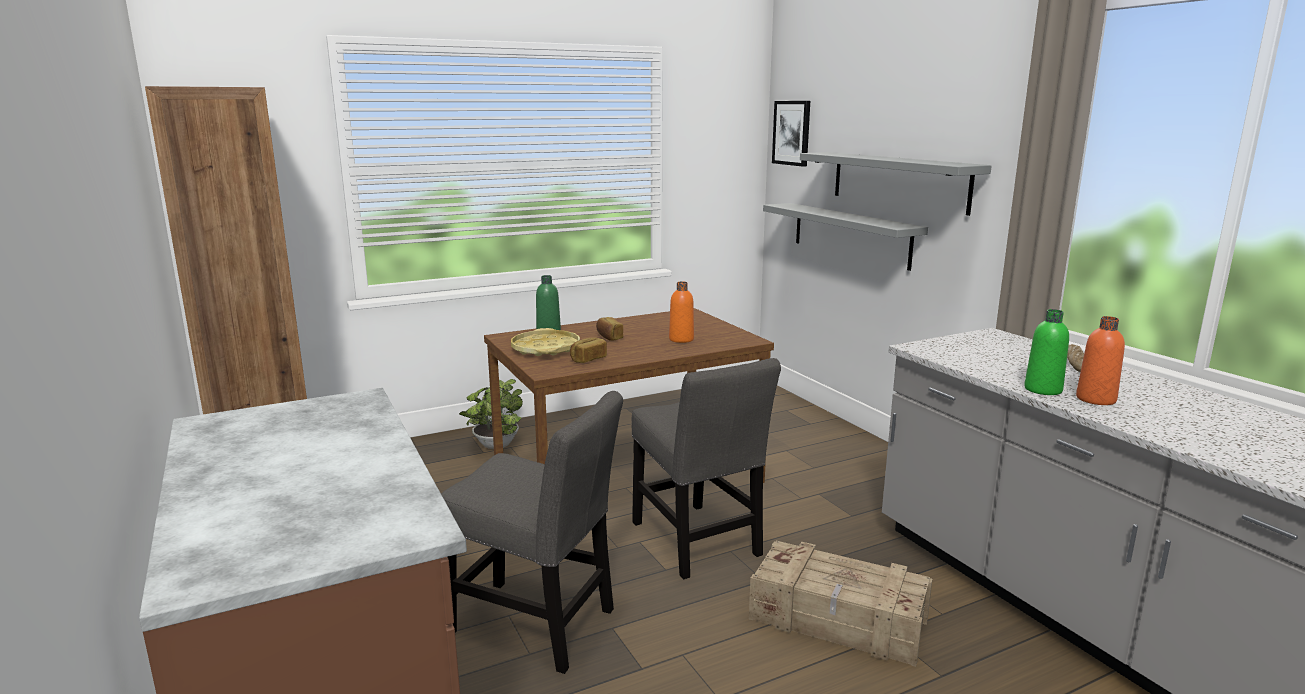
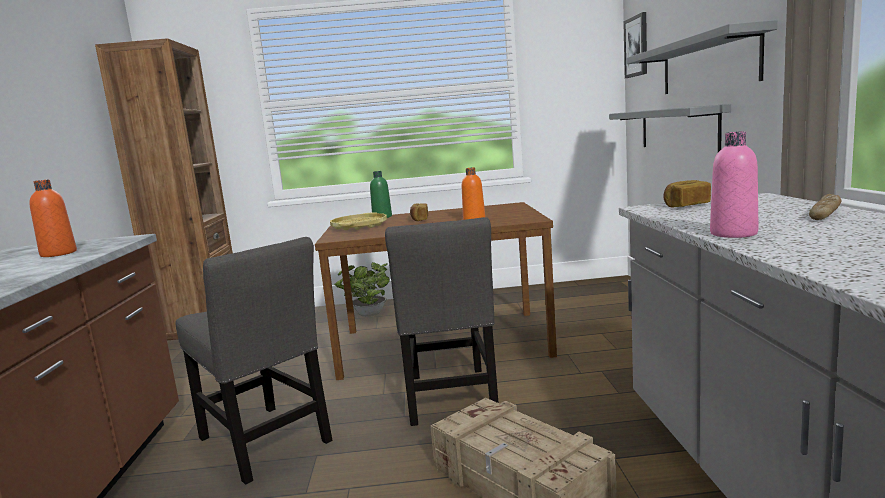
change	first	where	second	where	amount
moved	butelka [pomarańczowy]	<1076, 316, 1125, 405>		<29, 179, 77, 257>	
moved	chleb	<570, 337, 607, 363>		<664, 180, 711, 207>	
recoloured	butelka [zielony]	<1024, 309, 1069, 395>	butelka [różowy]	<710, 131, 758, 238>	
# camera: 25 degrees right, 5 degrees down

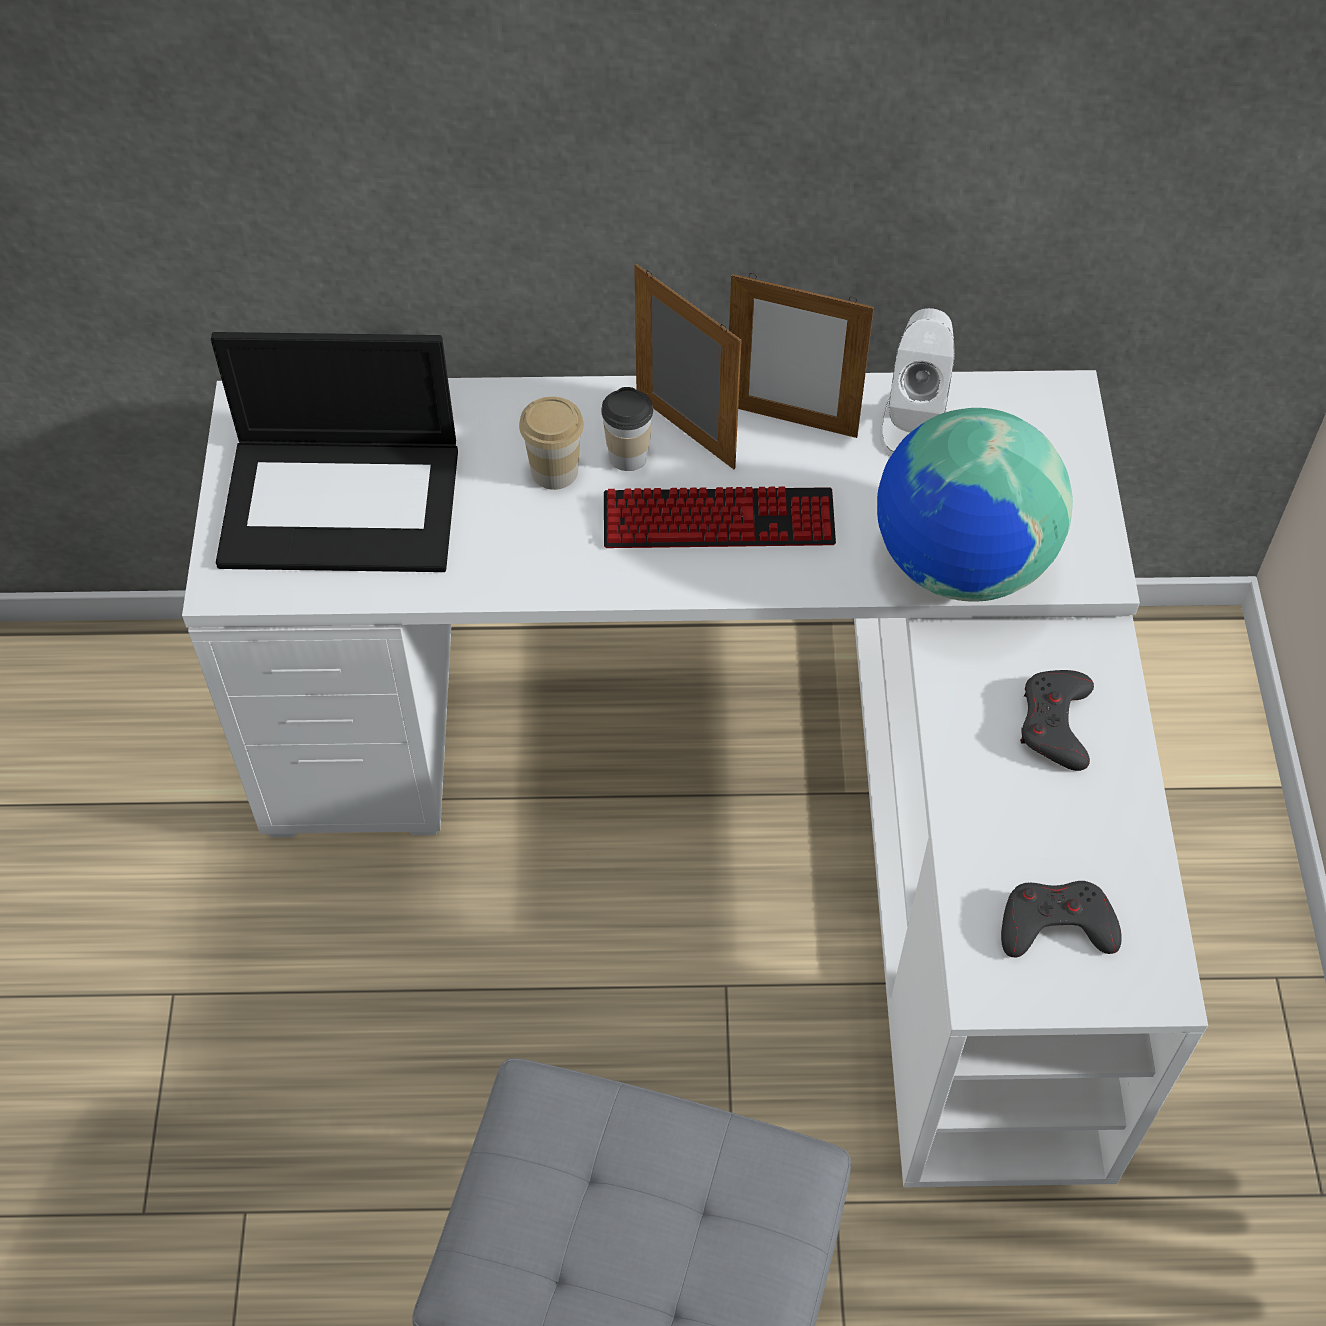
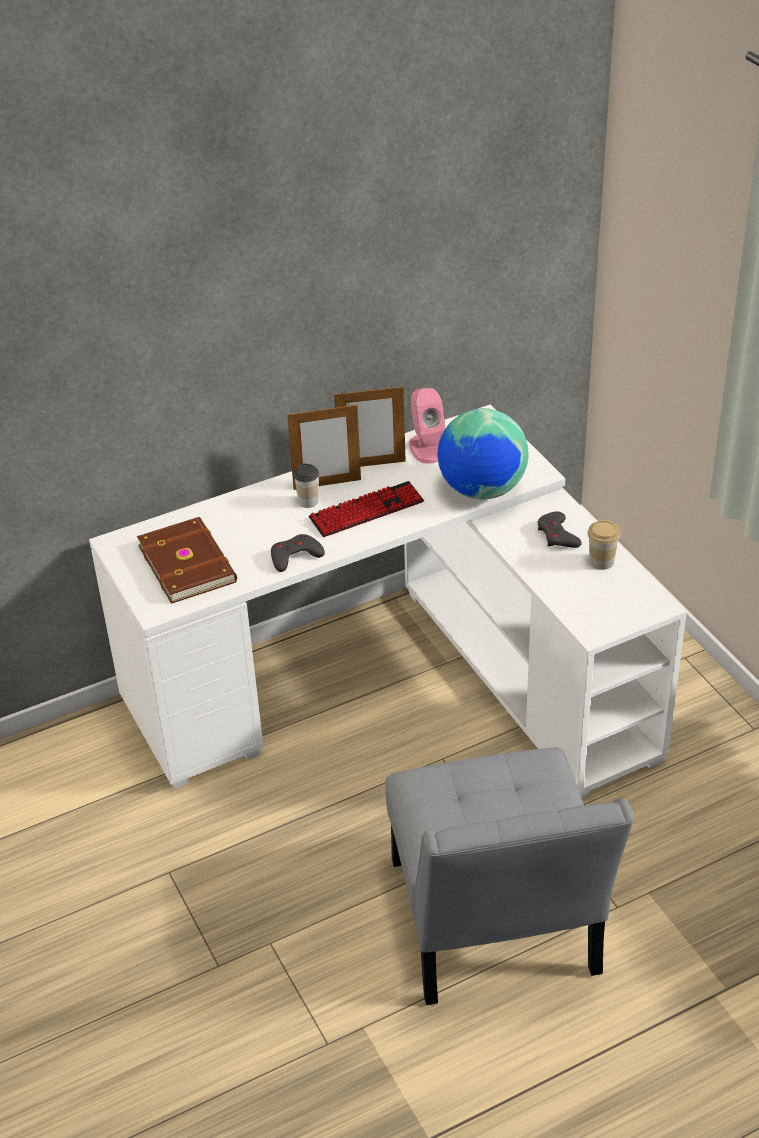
change	first	where	second	where	amount
replaced	laptop	<211, 332, 458, 572>	książka [brązowy]	<137, 517, 237, 604>	
moved	pad do gier [szary]	<1001, 881, 1122, 957>		<271, 534, 325, 572>	
turned	ramka na zdjęcie	<634, 264, 742, 469>		<287, 403, 361, 490>	150 degrees clockwise
recoloured	głośnik [biały]	<879, 308, 955, 457>	głośnik [różowy]	<409, 388, 446, 464>	
moved	filiżanka	<519, 397, 584, 490>		<587, 520, 621, 570>	
# camera: 25 degrees left, 15 degrees down

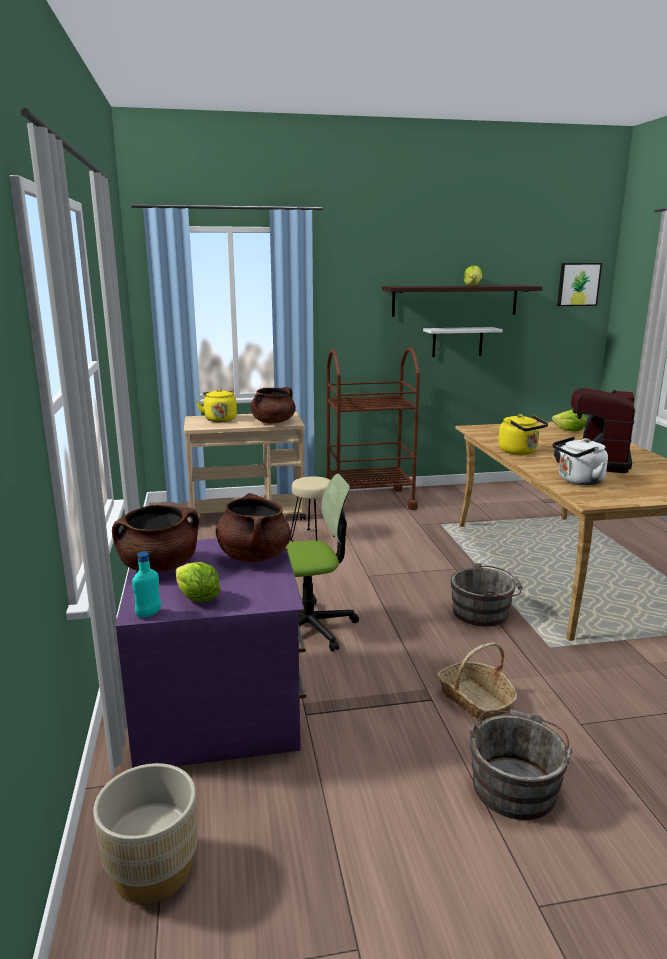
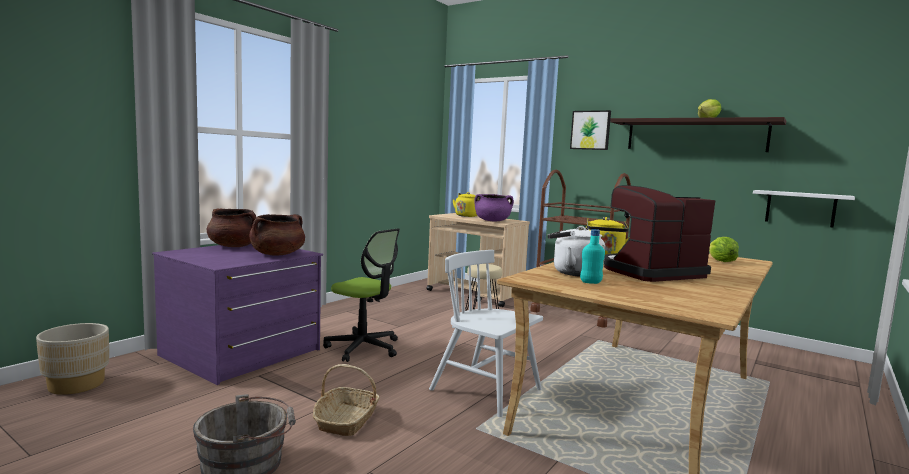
change	first	where	second	where	amount
replaced	wiadro [szary]	<451, 563, 523, 626>	krzesło [biały]	<429, 250, 543, 417>	
recoloured	garnek [brązowy]	<250, 387, 296, 424>	garnek [fioletowy]	<474, 194, 514, 221>	
moved	obraz	<557, 263, 602, 306>		<570, 110, 611, 150>	
moved	butelka [turkusowy]	<132, 552, 161, 618>		<580, 229, 605, 284>	
moved	półka [biały]	<423, 327, 503, 357>		<753, 190, 855, 227>	
removed	sałata	<176, 562, 220, 603>			
# camera: 45 degrees right, 10 degrees down

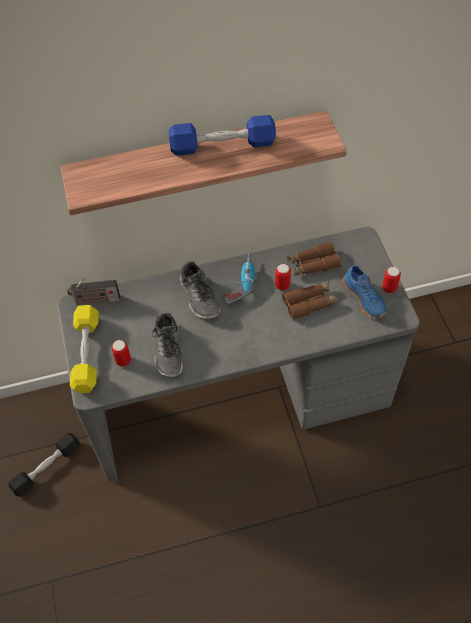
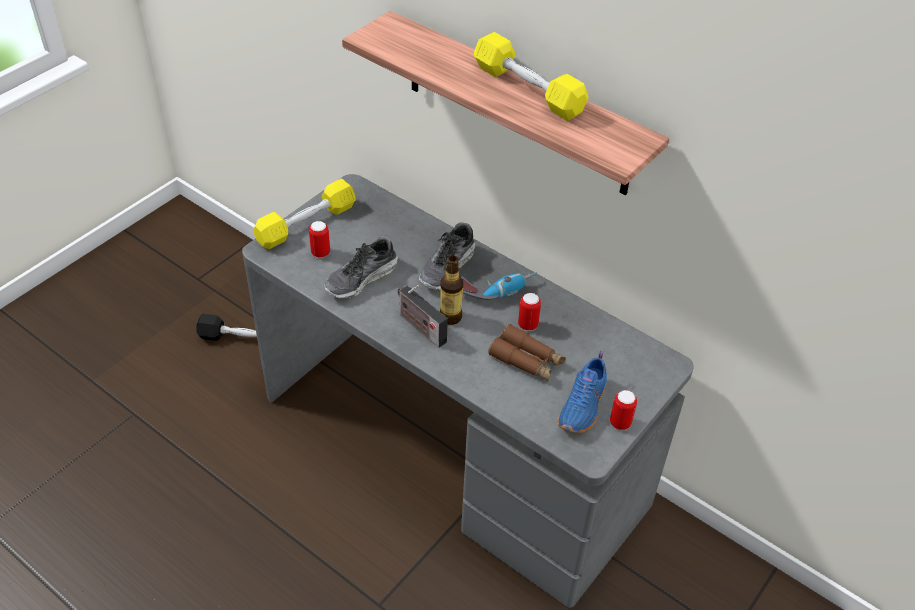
change	first	where	second	where	amount
moved	radio	<67, 277, 120, 306>		<398, 285, 448, 348>	
added			butelka	<440, 255, 463, 325>	
recoloured	hantel [niebieski]	<168, 115, 276, 156>	hantel [żółty]	<474, 32, 588, 121>	
removed	lornetka [brązowy]	<287, 242, 341, 276>			
# camera: 50 degrees right, 10 degrees down

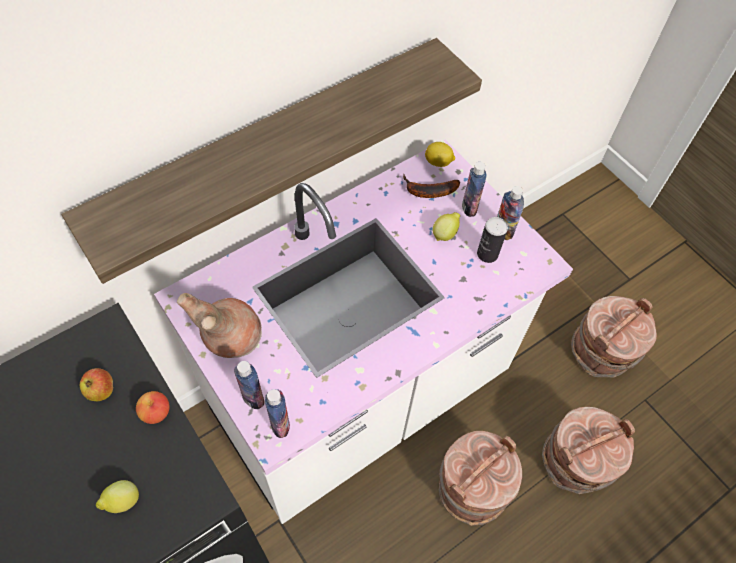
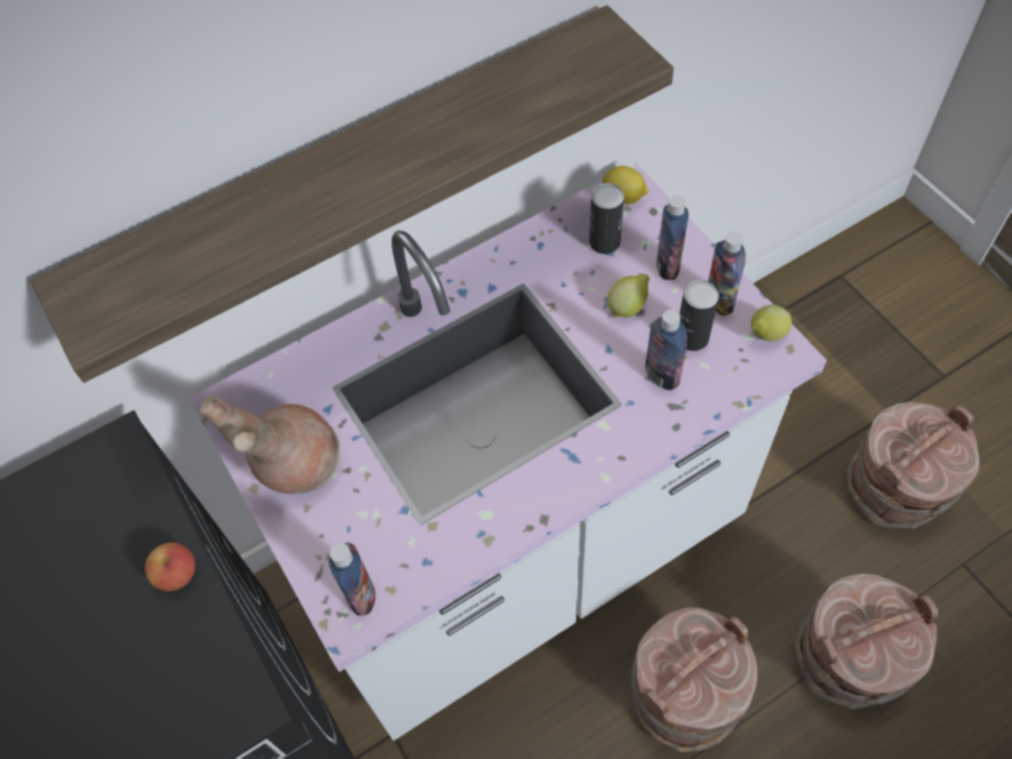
change	first	where	second	where	amount
replaced	banan	<403, 175, 460, 198>	puszka	<589, 183, 624, 254>	
moved	butelka	<234, 361, 264, 409>		<645, 309, 687, 390>	
moved	cytryna	<96, 480, 139, 513>		<751, 305, 792, 341>	
removed	jabłko	<79, 368, 113, 401>			
# camera: 10 degrees right, 0 degrees up

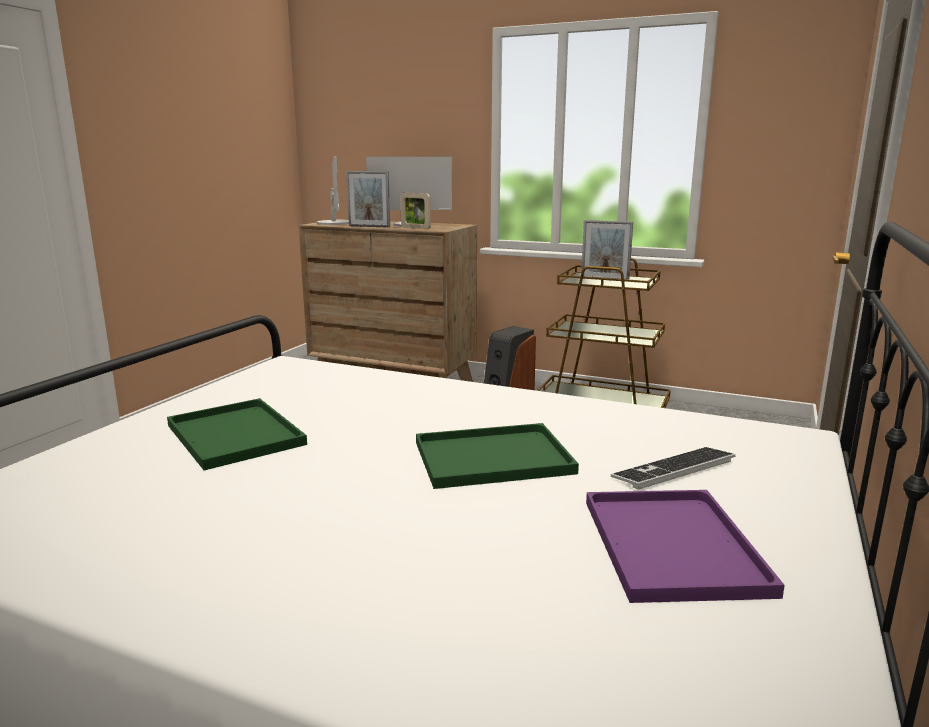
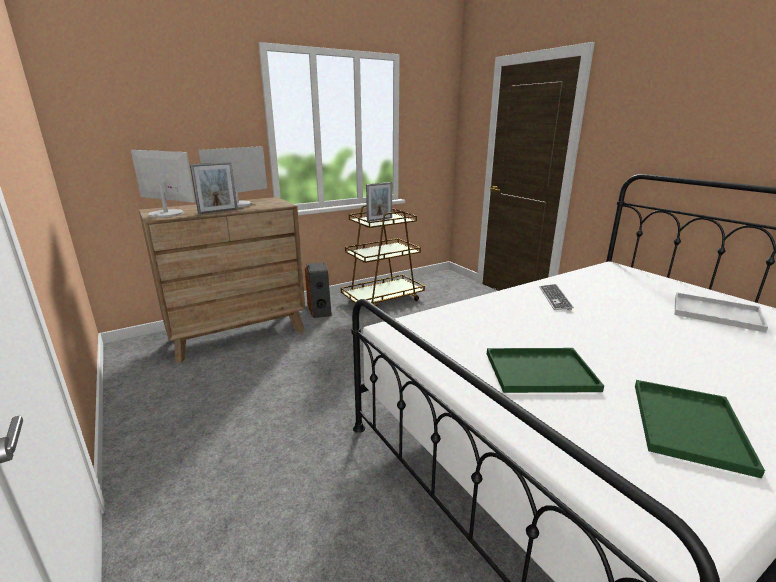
change	first	where	second	where	amount
moved	klawiatura	<611, 447, 735, 490>		<540, 284, 574, 310>	
moved	taca [zielony]	<416, 423, 579, 489>		<635, 380, 765, 478>	
recoloured	taca [fioletowy]	<586, 490, 785, 603>	taca [biały]	<674, 292, 768, 333>	
removed	ramka na zdjęcie	<400, 193, 431, 229>			
# camera: 55 degrees left, 5 degrees up

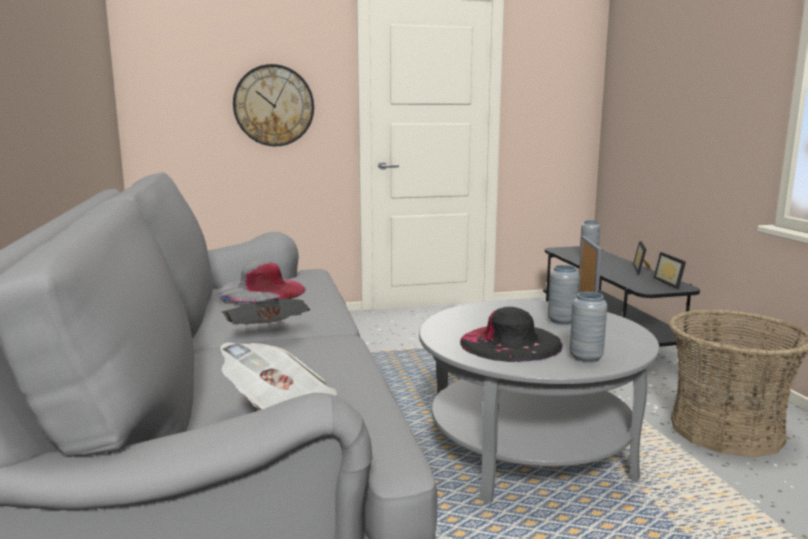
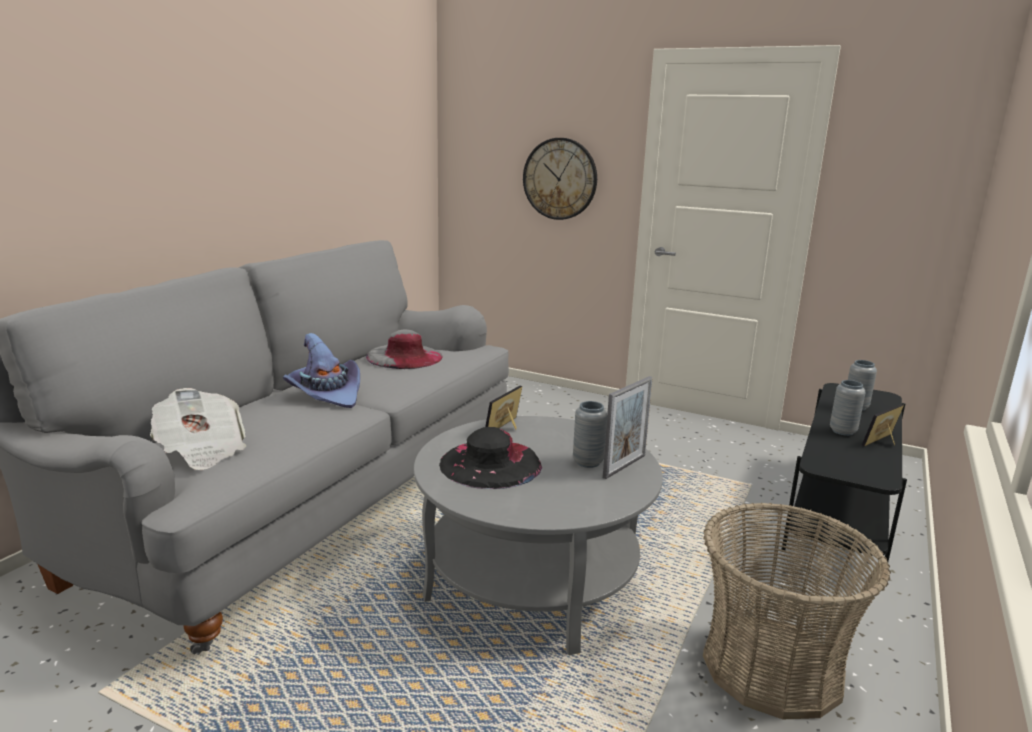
change	first	where	second	where	amount
replaced	gazeta	<222, 298, 310, 324>	kapelusz [fioletowy]	<283, 333, 360, 408>	
moved	ramka na zdjęcie	<654, 252, 686, 289>		<485, 385, 522, 430>	
moved	wazon [szary]	<569, 292, 607, 363>		<830, 380, 866, 436>	
# camera: 40 degrees right, 5 degrees up

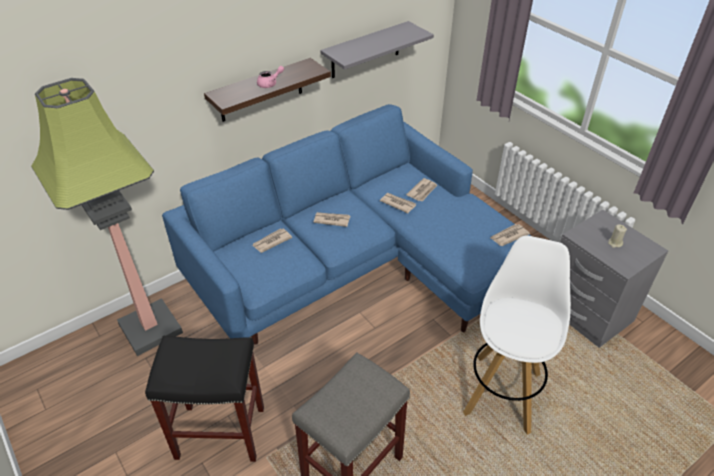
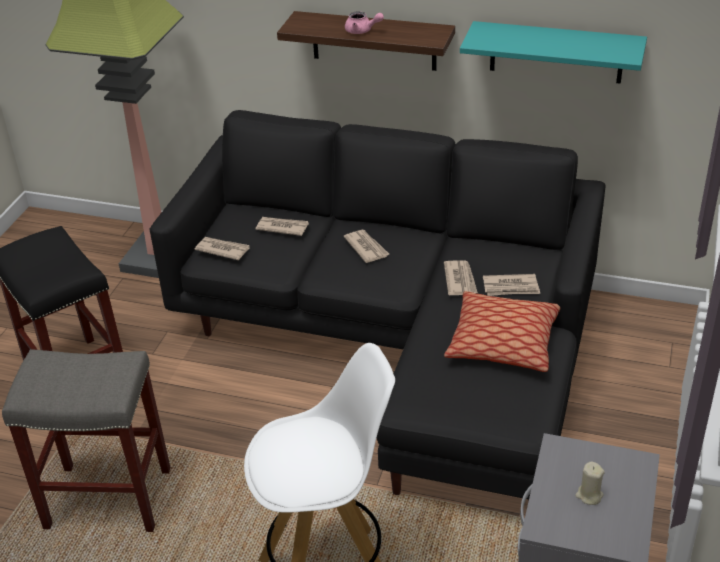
change	first	where	second	where	amount
recoloured	kanapa [niebieski]	<162, 104, 531, 345>	kanapa [czarny]	<150, 110, 605, 502>	
moved	gazeta	<490, 224, 530, 246>		<195, 237, 250, 260>	
added			poduszka	<444, 291, 560, 372>	
recoloured	półka [szary]	<320, 21, 434, 78>	półka [turkusowy]	<460, 21, 647, 84>	
# camera: 55 degrees right, 5 degrees down

